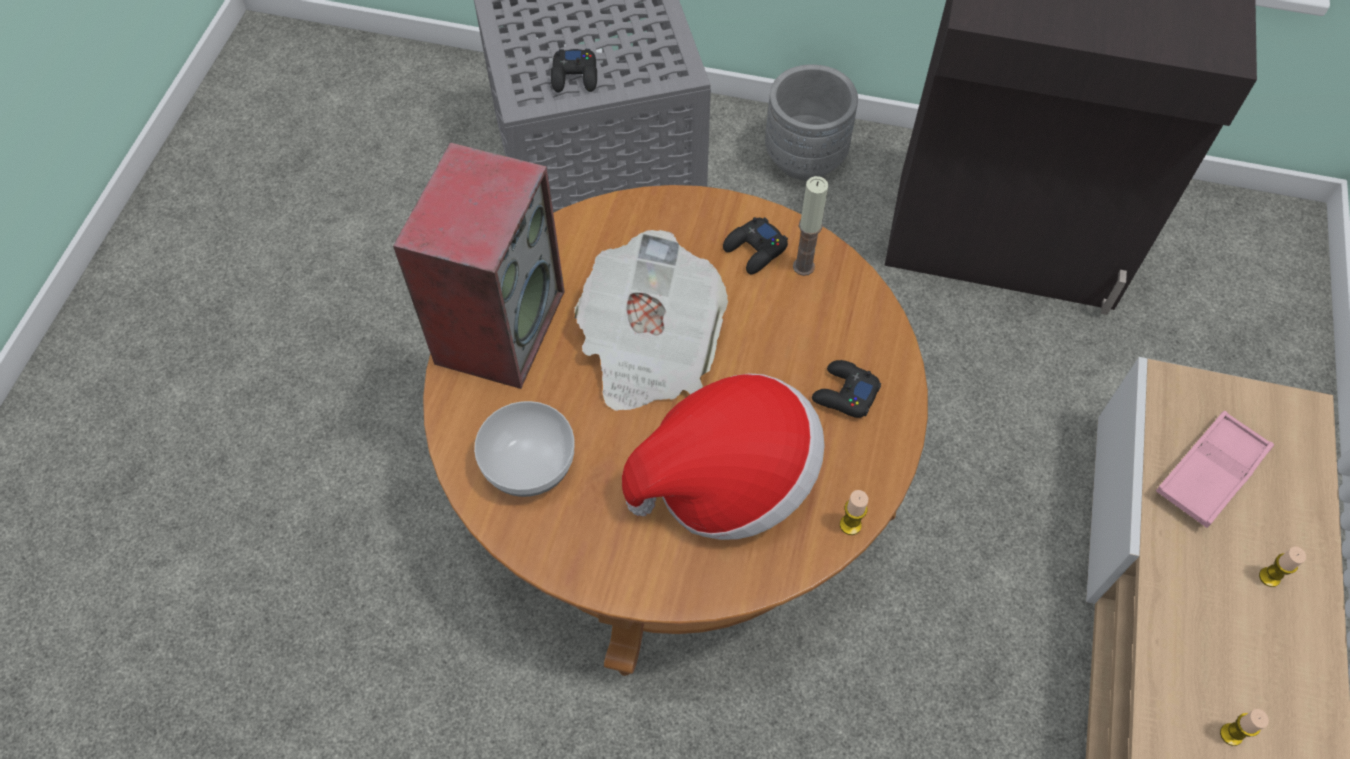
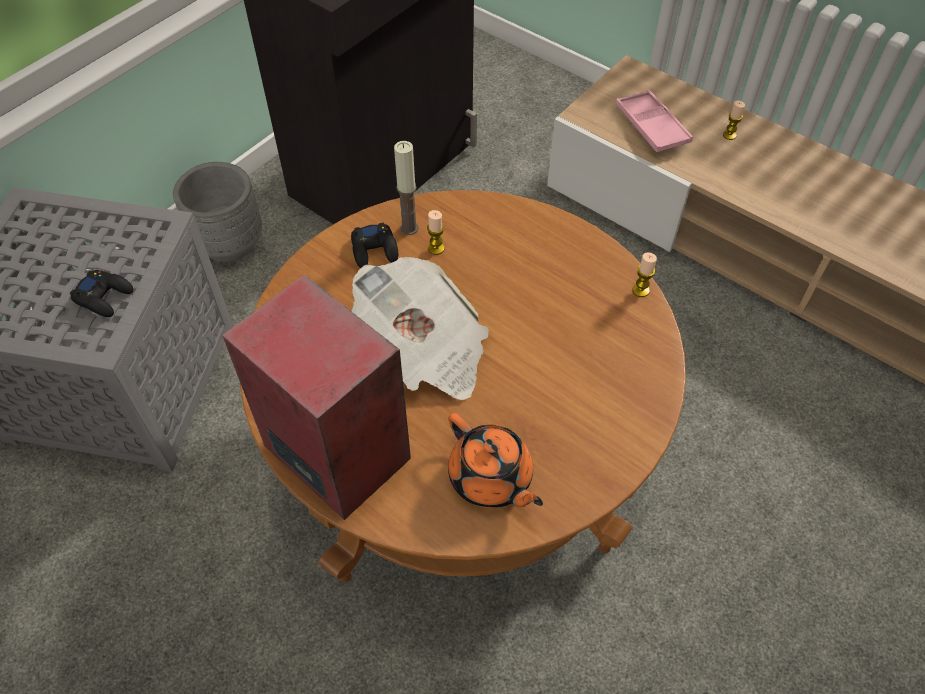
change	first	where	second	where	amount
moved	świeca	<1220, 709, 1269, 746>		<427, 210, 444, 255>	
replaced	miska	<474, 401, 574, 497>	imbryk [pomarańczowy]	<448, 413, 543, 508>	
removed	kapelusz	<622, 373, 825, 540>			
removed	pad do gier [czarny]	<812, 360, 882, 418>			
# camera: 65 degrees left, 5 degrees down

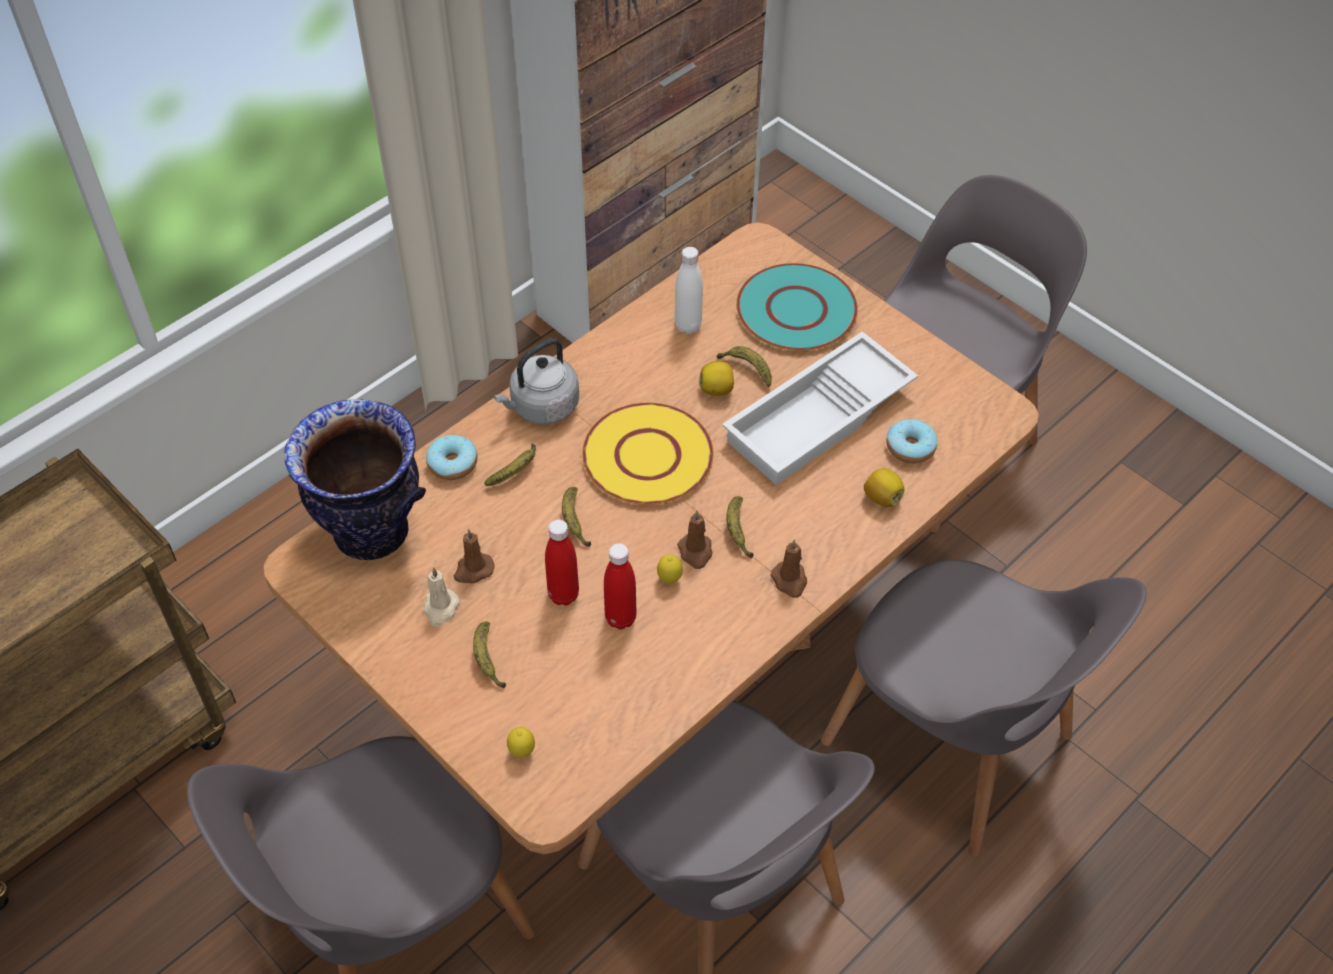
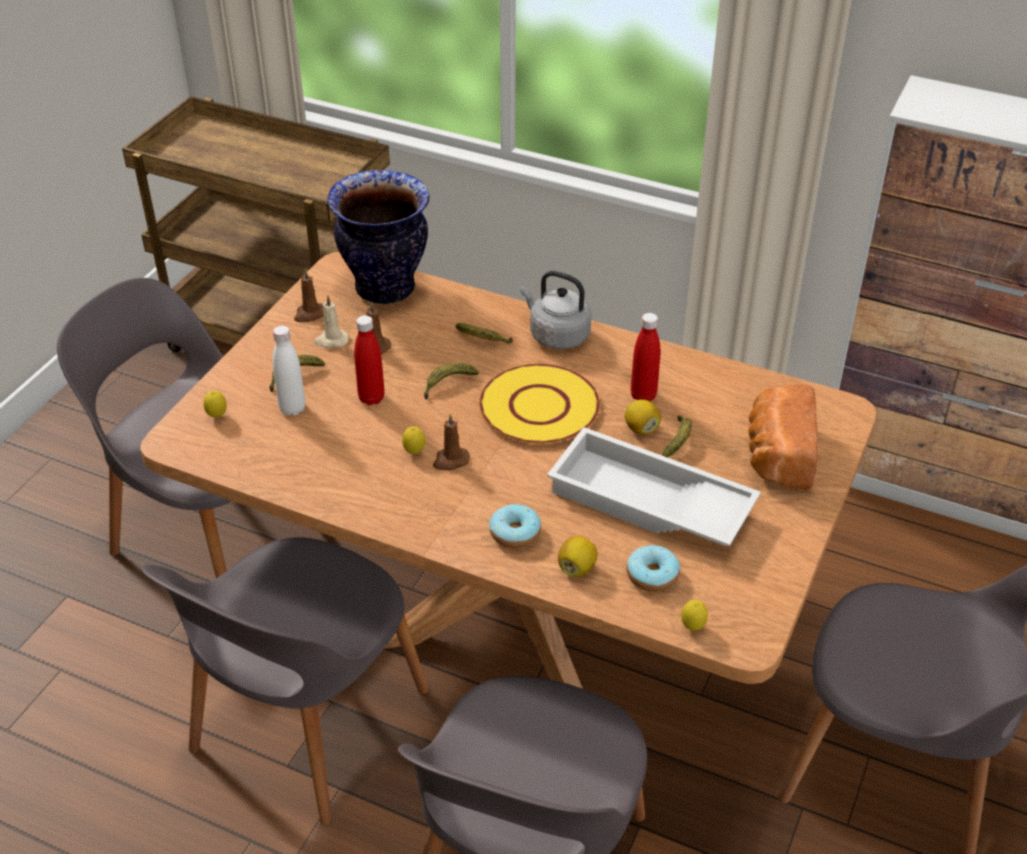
change	first	where	second	where	amount
moved	butelka [biały]	<675, 247, 703, 334>		<273, 325, 305, 416>	
moved	świeca [brązowy]	<770, 539, 807, 598>		<294, 269, 324, 322>	
moved	donut	<426, 435, 477, 480>		<489, 504, 541, 548>	
moved	butelka [czerwony]	<604, 543, 637, 629>		<631, 313, 661, 401>	
added			cytryna	<681, 600, 708, 631>	
replaced	talerz [turkusowy]	<736, 263, 858, 351>	chleb	<748, 384, 818, 490>	
removed	banan	<726, 496, 753, 559>			
# camera: 70 degrees right, 10 degrees down

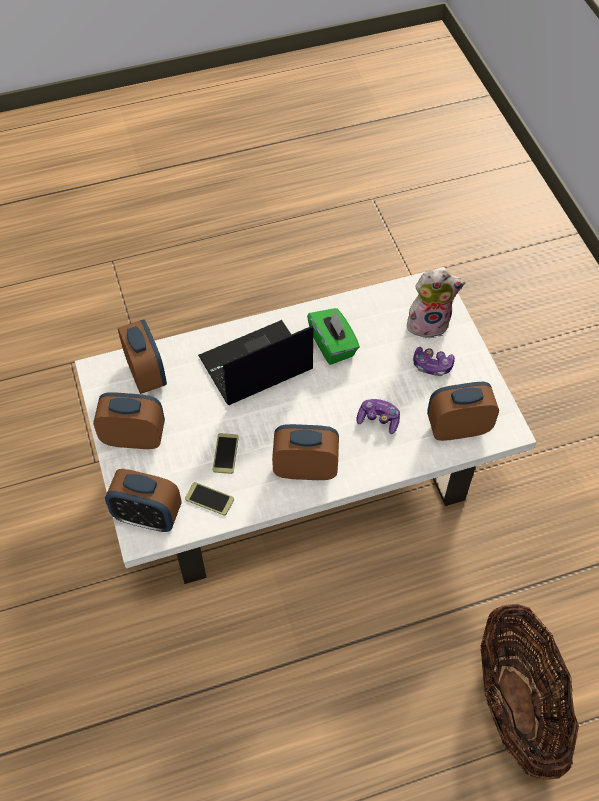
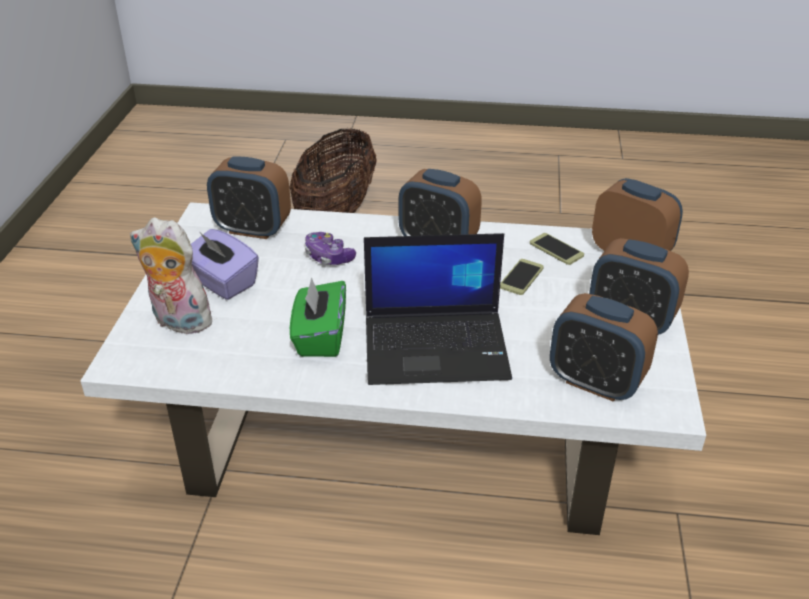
change	first	where	second	where	amount
replaced	pad do gier	<413, 347, 455, 376>	pudełko chusteczek [fioletowy]	<191, 229, 259, 300>	
turned	budzik	<118, 320, 167, 394>		<550, 293, 658, 402>	60 degrees counterclockwise
# camera: 155 degrees left, 20 degrees down

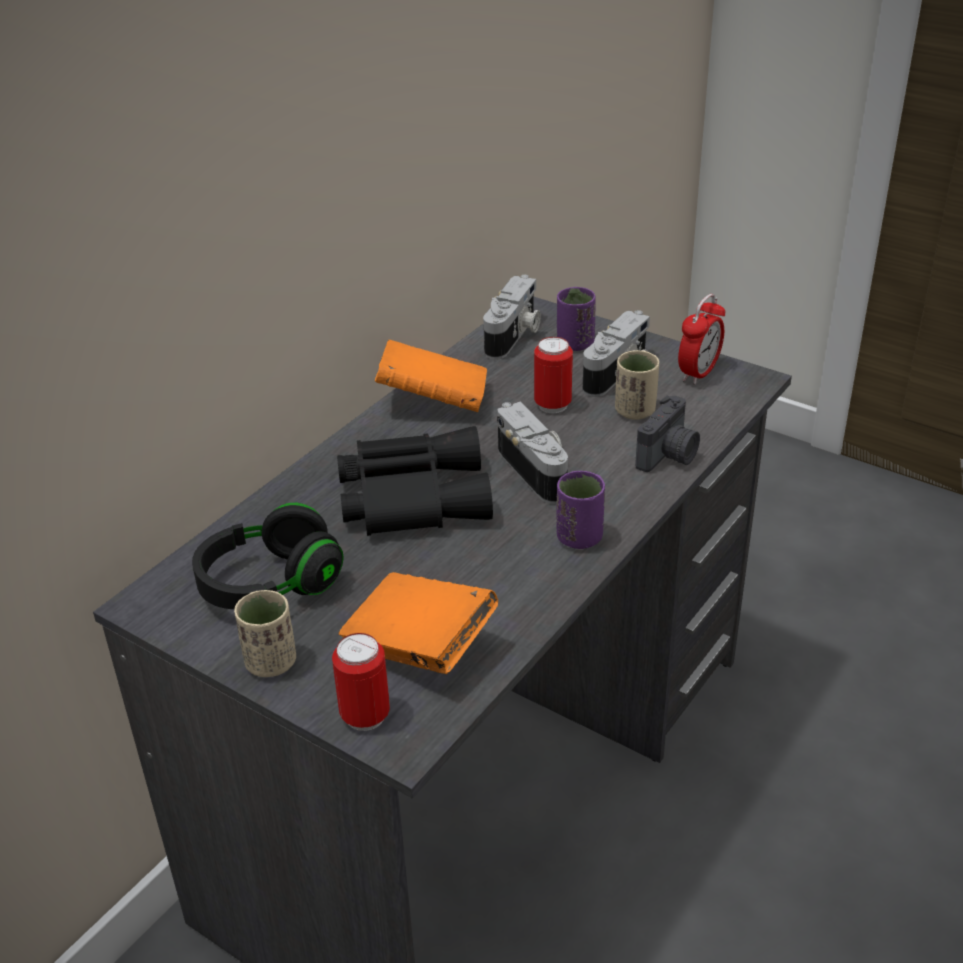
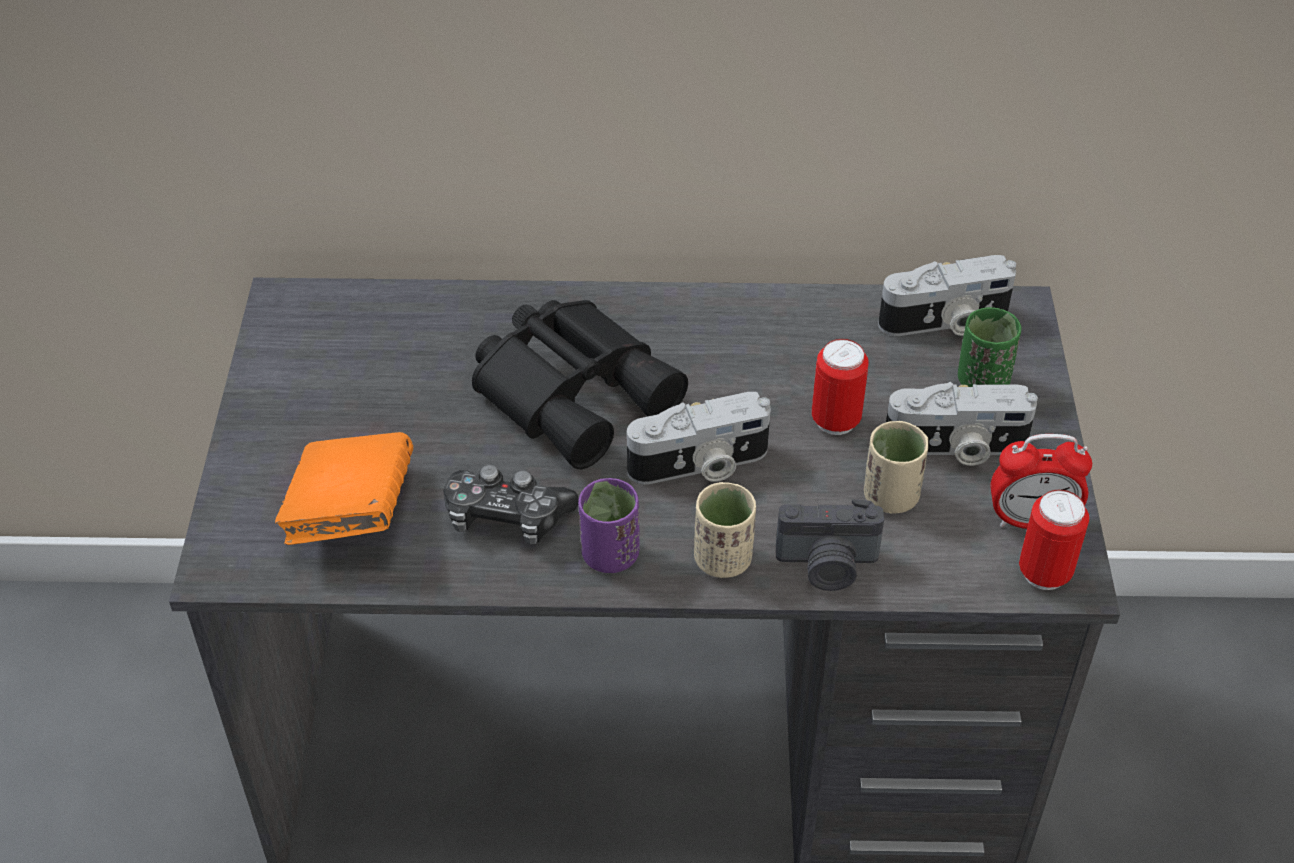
change	first	where	second	where	amount
added			pad do gier	<444, 465, 579, 545>	
turned	aparat fotograficzny	<497, 402, 568, 504>		<627, 392, 771, 485>	45 degrees clockwise
moved	filiżanka [beżowy]	<234, 590, 296, 677>		<694, 482, 756, 578>	
recoloured	filiżanka [fioletowy]	<557, 287, 596, 351>	filiżanka [zielony]	<958, 307, 1022, 387>	
moved	puszka	<332, 633, 390, 731>		<1019, 490, 1089, 590>	
removed	słuchawki [czarny]	<192, 503, 344, 609>			
removed	książka [pomarańczowy]	<375, 340, 487, 412>			
# camera: 55 degrees right, 10 degrees up

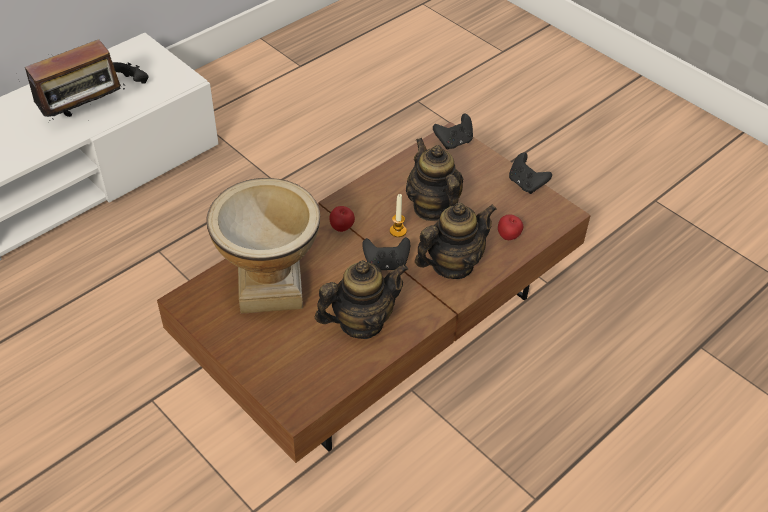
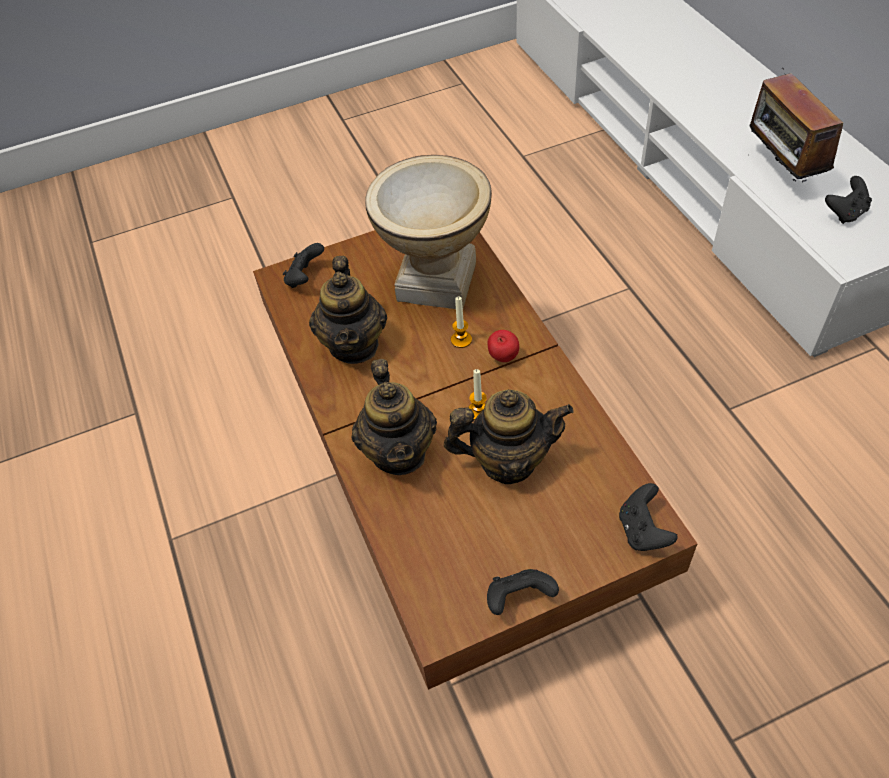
change	first	where	second	where	amount
moved	pad do gier [czarny]	<362, 237, 410, 270>		<283, 243, 324, 288>	
added			świeca	<451, 296, 472, 348>	
removed	jabłko	<498, 214, 523, 240>			
# camera: 115 degrees right, 5 degrees up

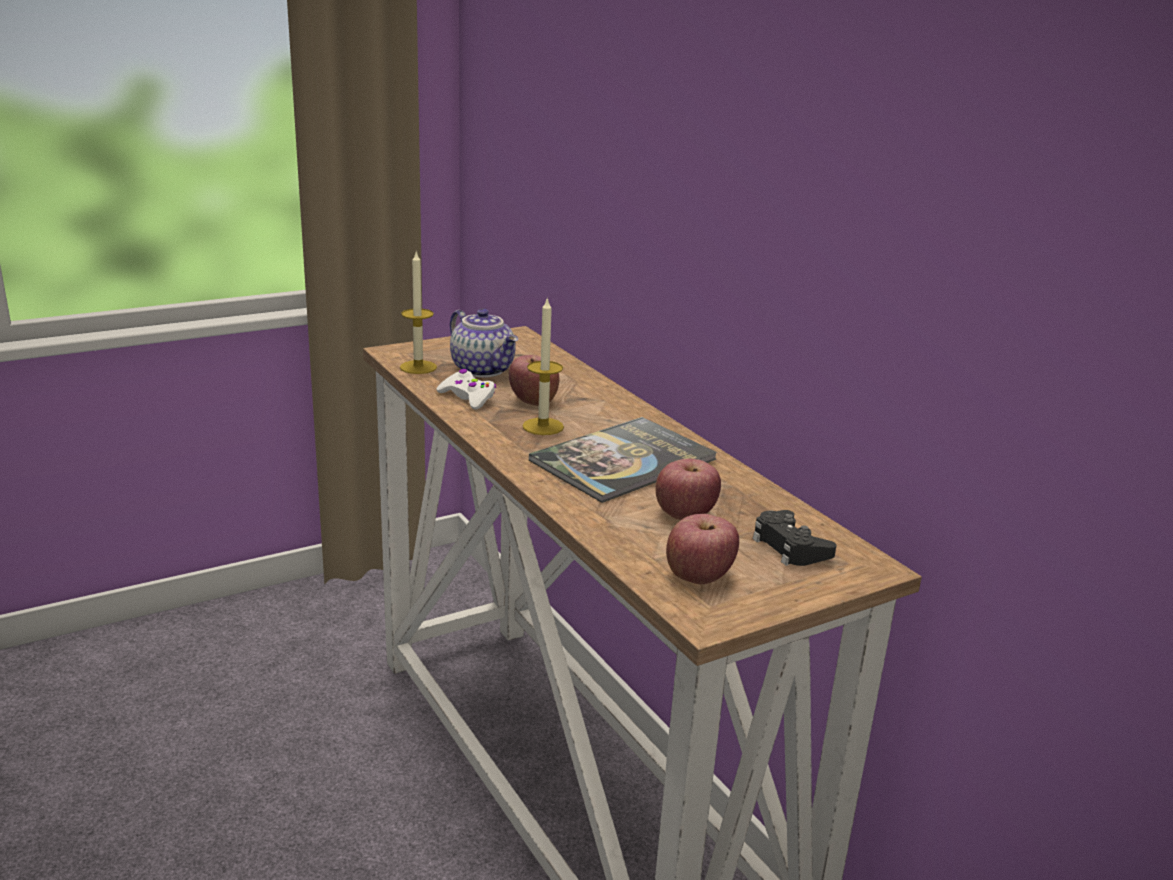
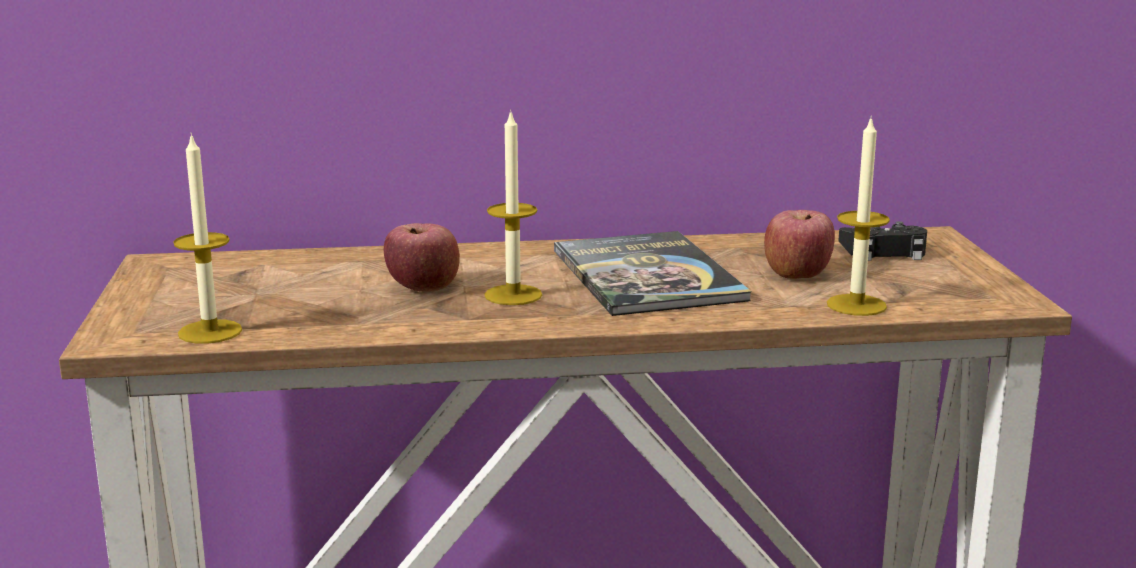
change	first	where	second	where	amount
added			świeca	<827, 116, 890, 316>	
removed	pad do gier [biały]	<436, 369, 496, 410>			
removed	imbryk	<450, 308, 518, 378>			
removed	jabłko	<666, 514, 739, 584>			
# camera: 65 degrees left, 5 degrees down

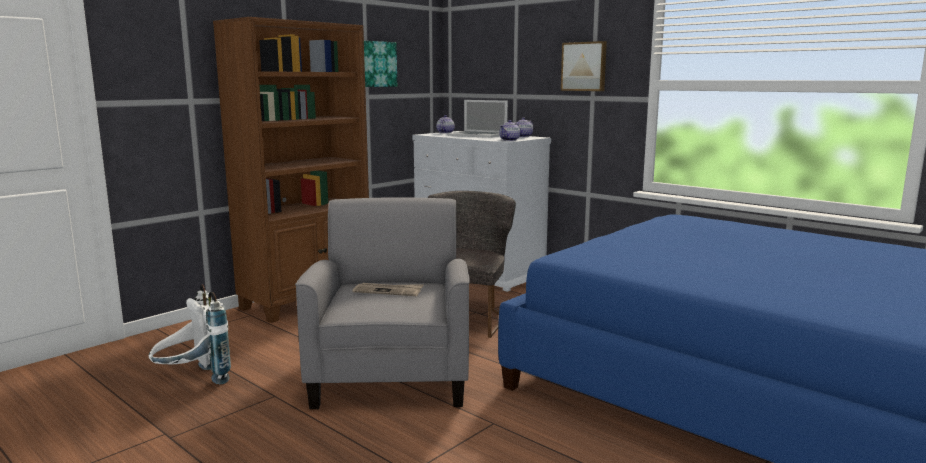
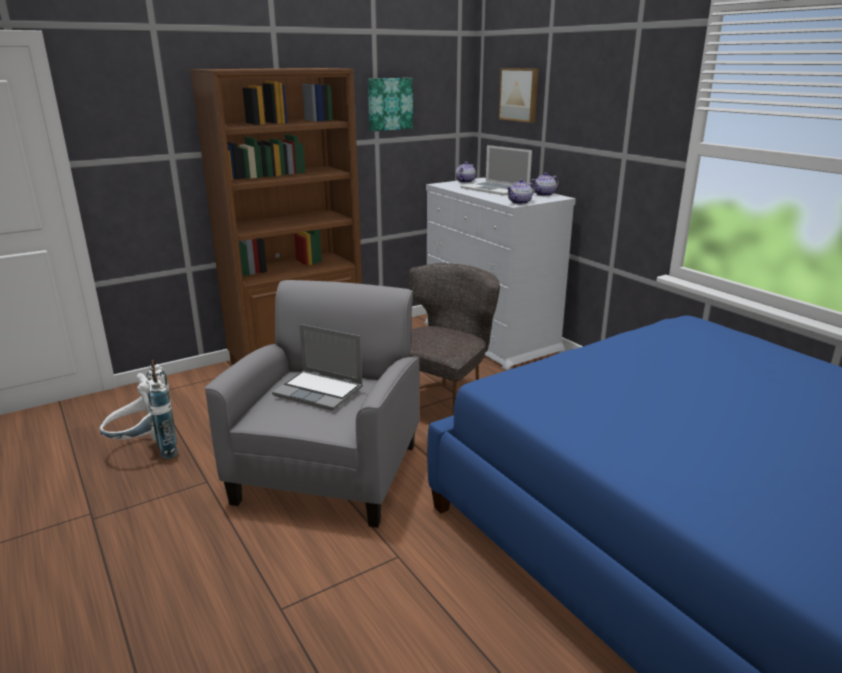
change	first	where	second	where	amount
replaced	gazeta	<353, 283, 424, 296>	laptop	<272, 324, 363, 411>	
moved	obraz	<561, 41, 607, 91>		<499, 68, 539, 123>	
# camera: 15 degrees right, 10 degrees up

